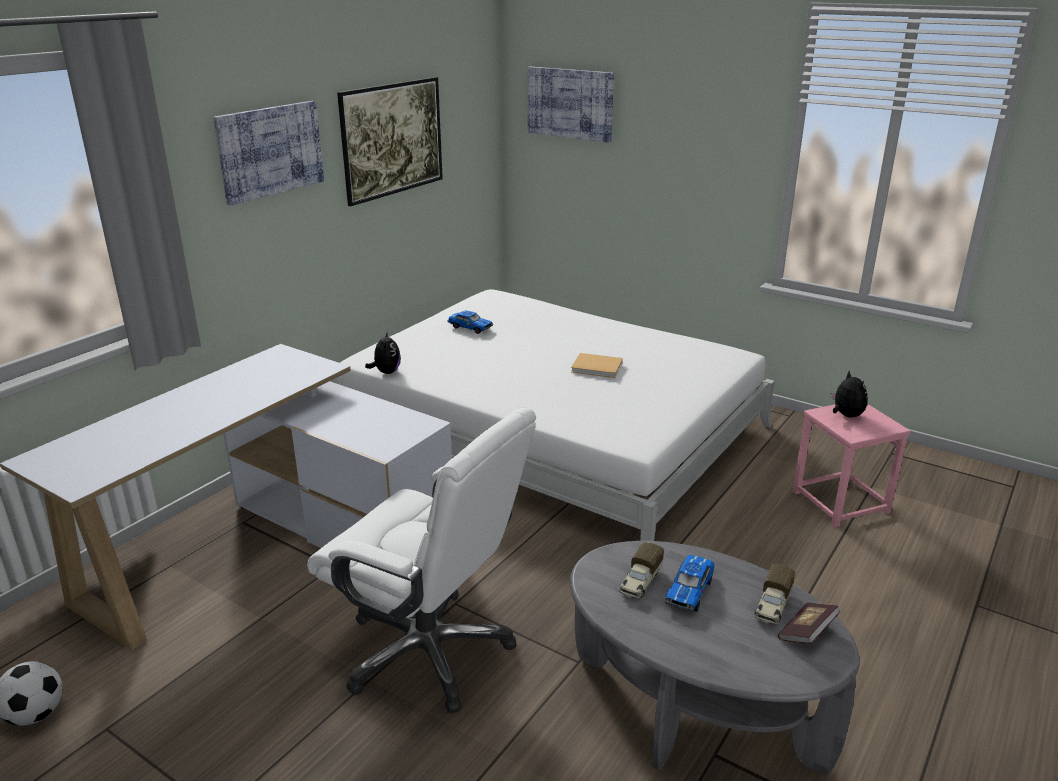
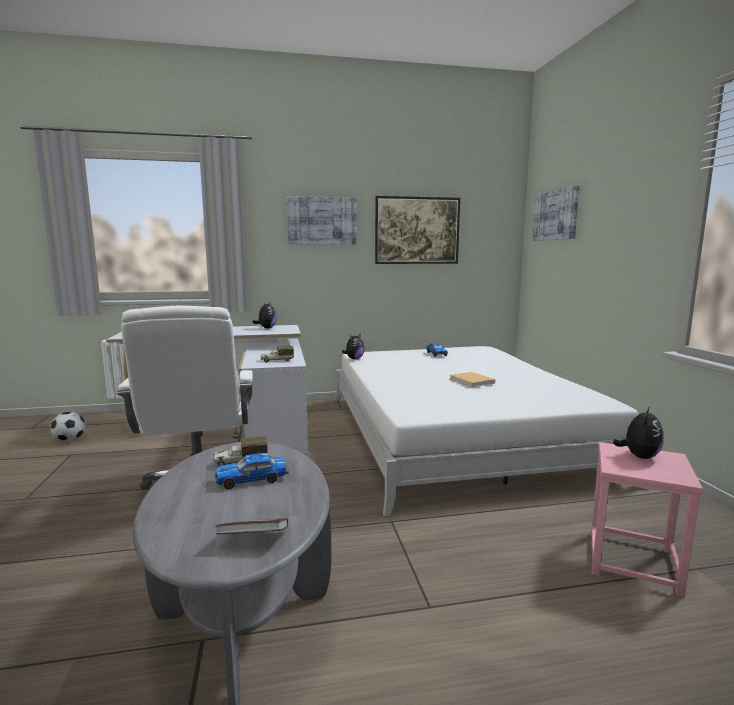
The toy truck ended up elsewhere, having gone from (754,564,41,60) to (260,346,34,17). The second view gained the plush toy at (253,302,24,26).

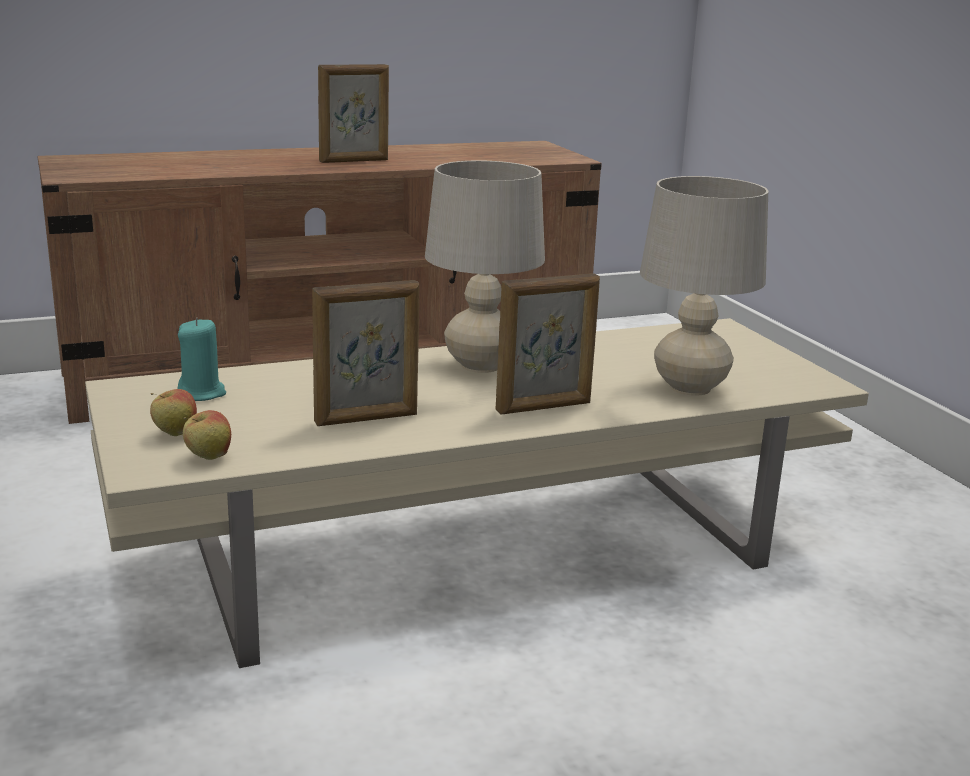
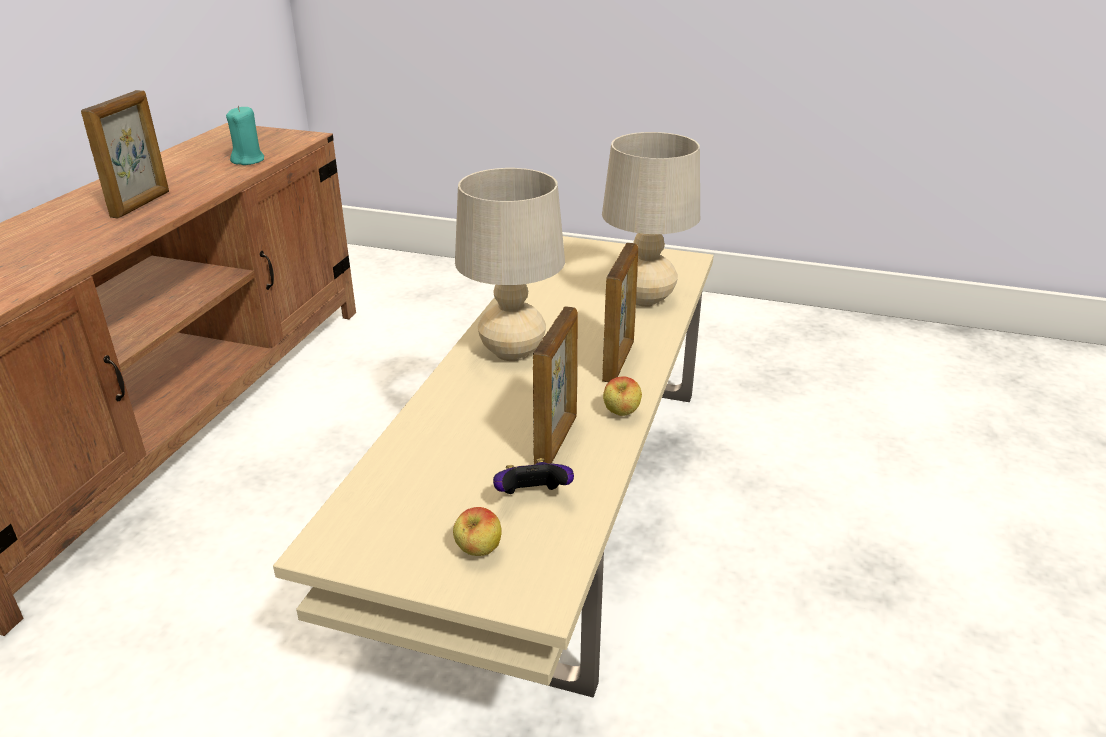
The turquoise candle ended up elsewhere, having gone from (177,318,49,83) to (226,106,38,59). The apple ended up elsewhere, having gone from (183,410,48,50) to (603,377,39,39). The second view gained the game controller at (493,458,81,36).

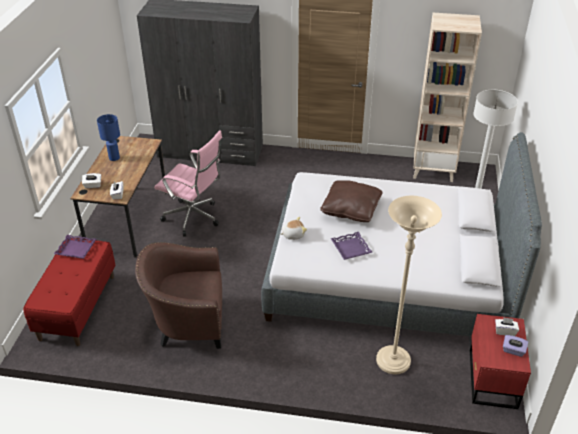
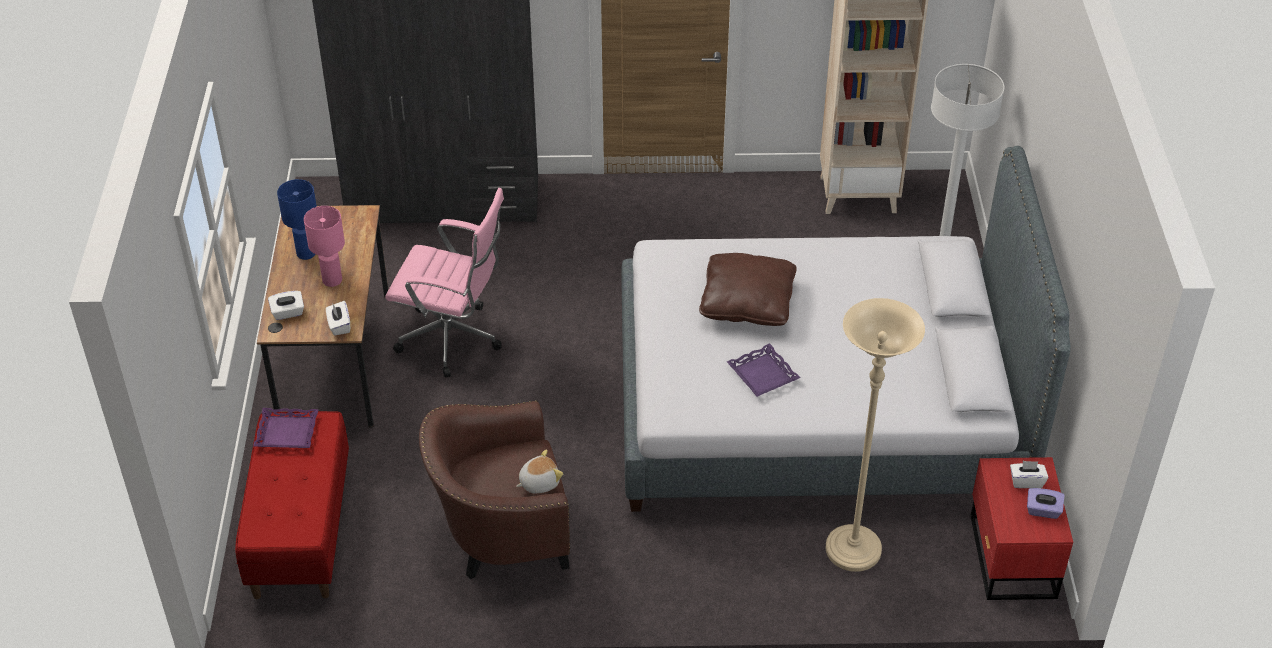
The plush toy ended up elsewhere, having gone from (280,217,27,23) to (516,449,47,44). The second view gained the pink table lamp at (304,206,41,81).

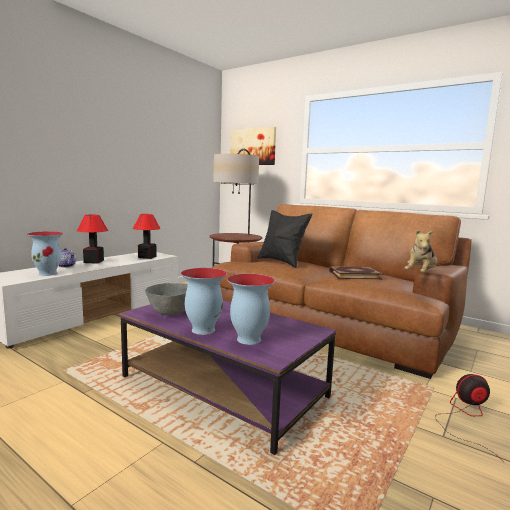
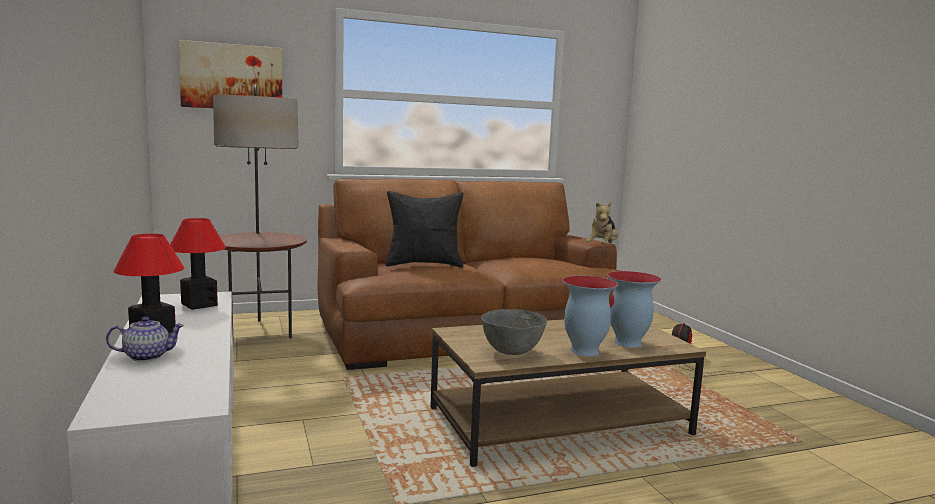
The second view lost the vase at (27,231,36,45). What was the purple coffee table at (120,300,217,155) turned into the brown coffee table at (431,319,275,148). The second view lost the book at (329,266,54,13). The plush toy at (405,230,32,43) ended up facing another way, 45 degrees clockwise from before.

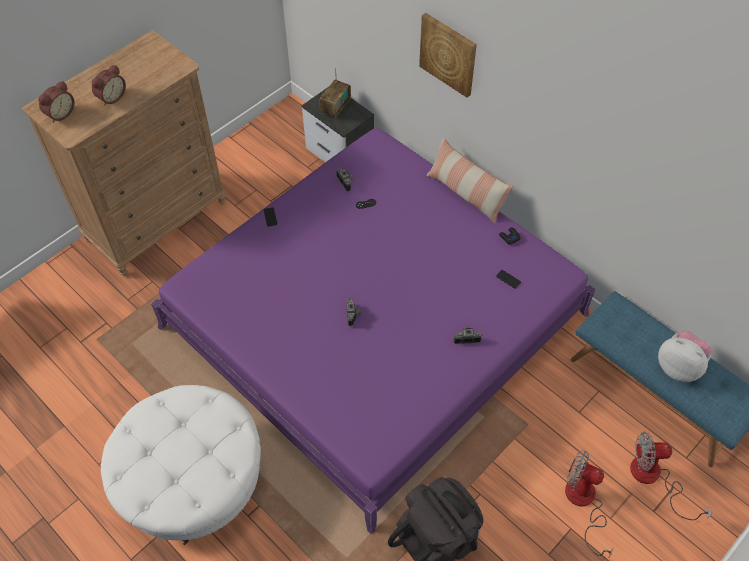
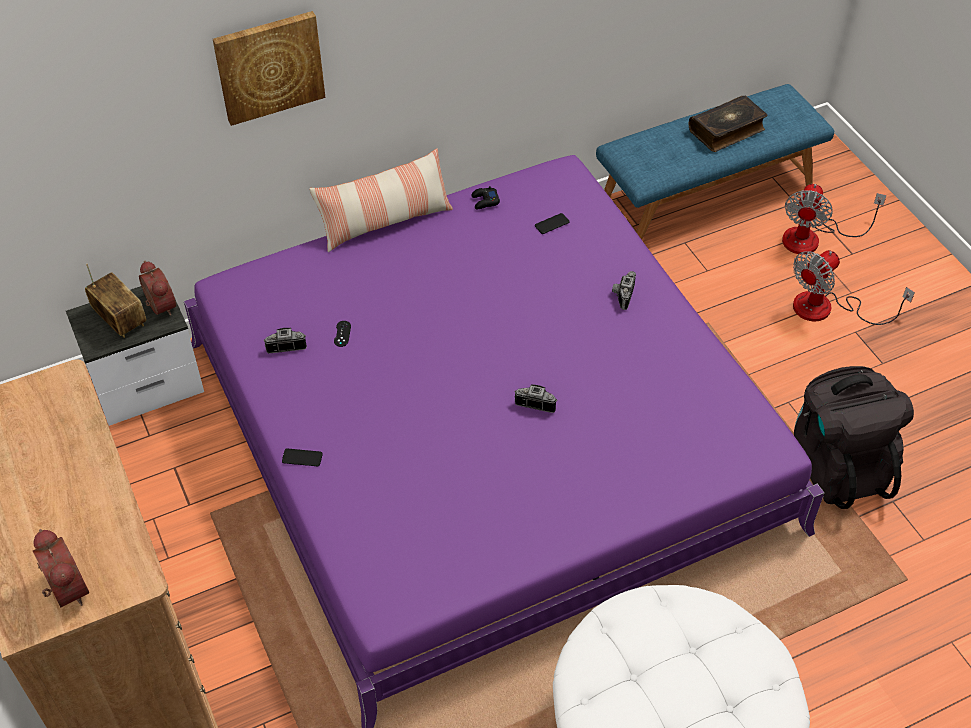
The alarm clock ended up elsewhere, having gone from (92,65,34,41) to (139,261,37,55). Where the plush toy stood at (658,331,53,51), the book came to stand at (689,96,79,56).

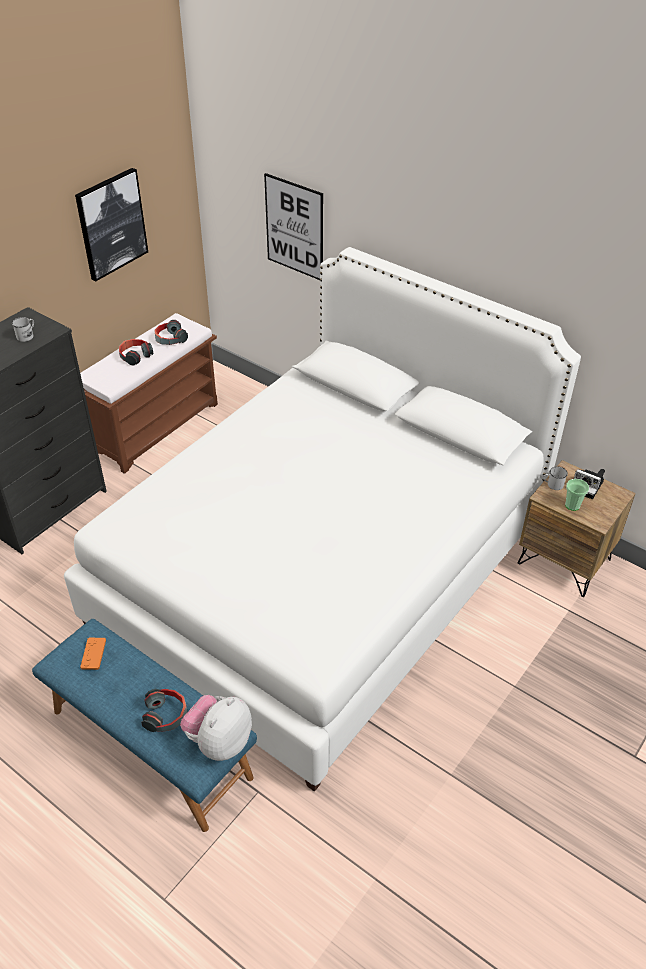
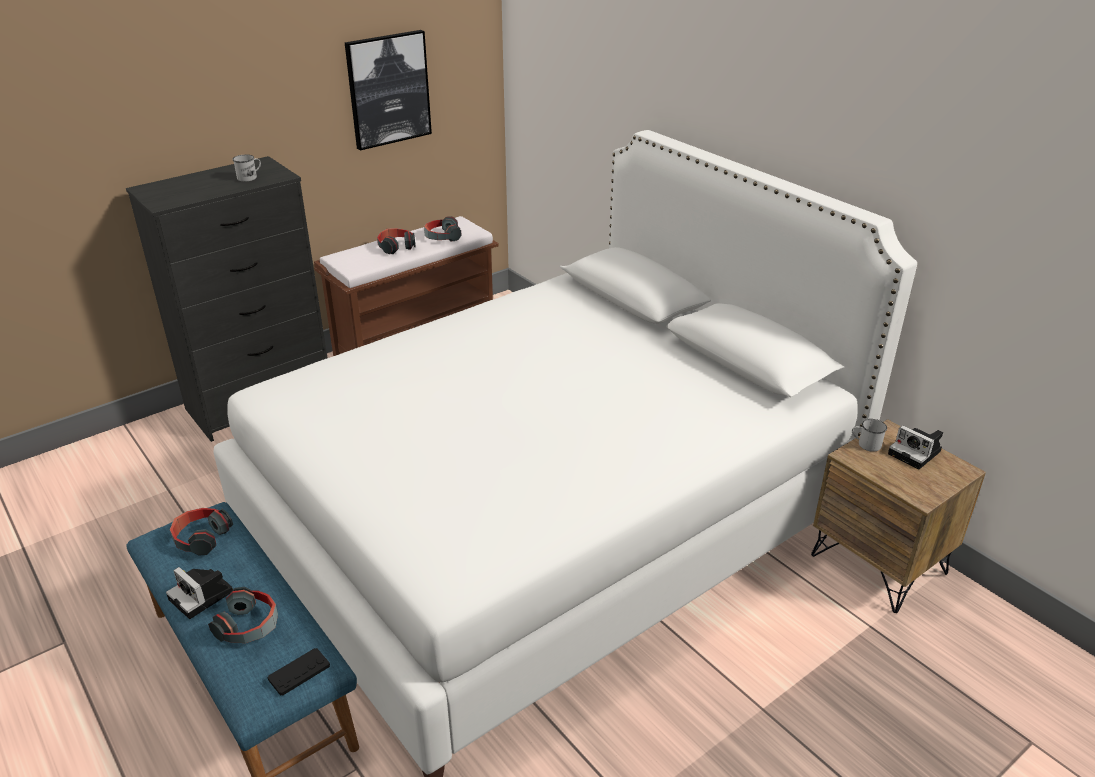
Where the orange game controller stood at (80,638,26,32), the headphones came to stand at (170,508,63,48). Where the plush toy stood at (180,695,72,66), the black game controller came to stand at (267,648,63,48). The second view lost the picture at (264,173,59,107). The second view lost the cup at (565,479,24,32). The second view gained the photo camera at (166,567,67,52).

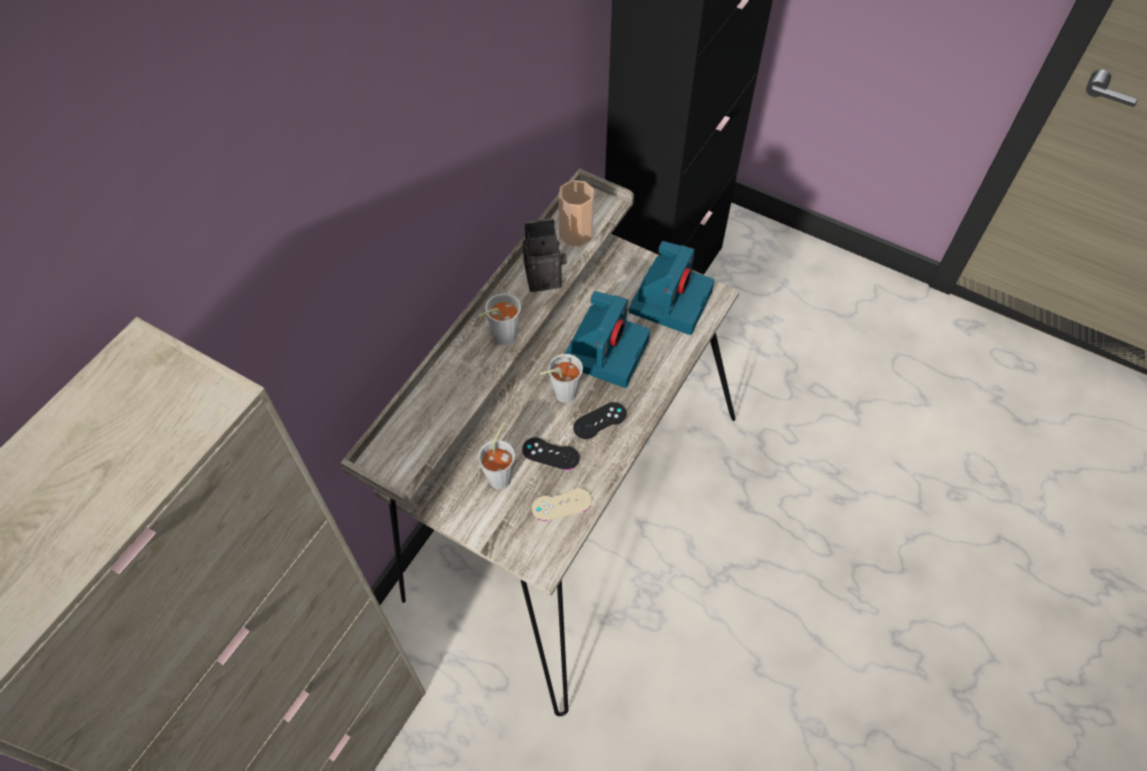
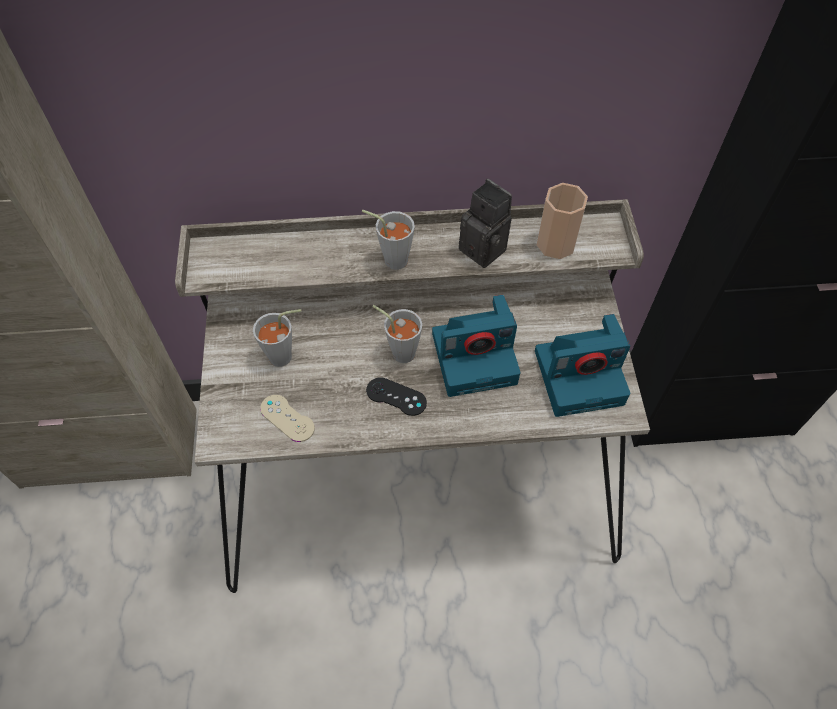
The second view lost the black game controller at (522,437,58,33).

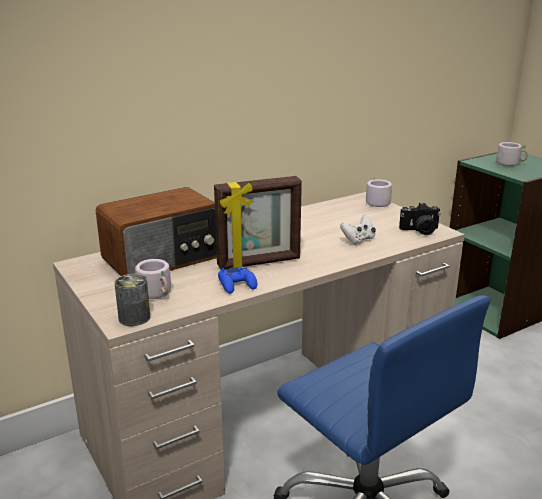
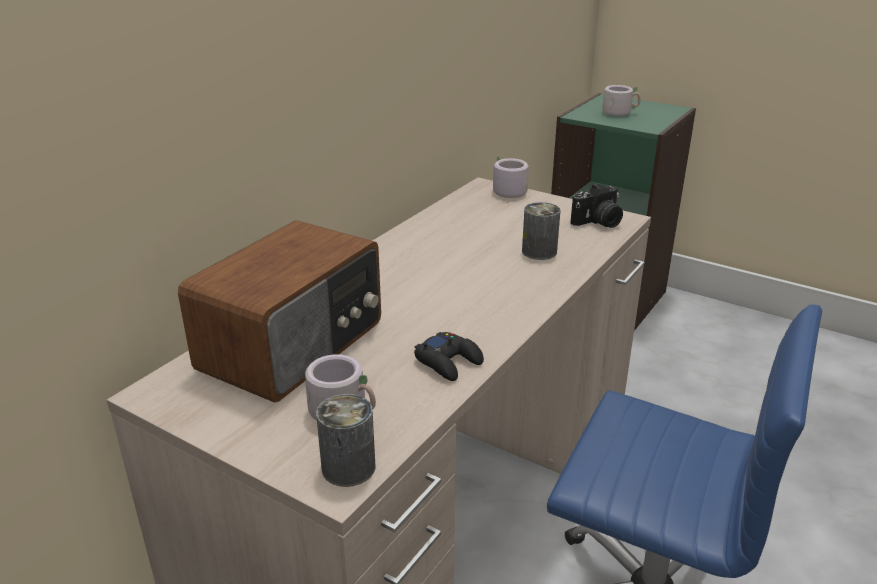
The second view lost the picture frame at (214,176,88,94). What was the blue game controller at (218,267,39,27) turned into the black game controller at (414,332,70,49). Where the white game controller stood at (340,215,36,30), the can came to stand at (522,202,39,58).

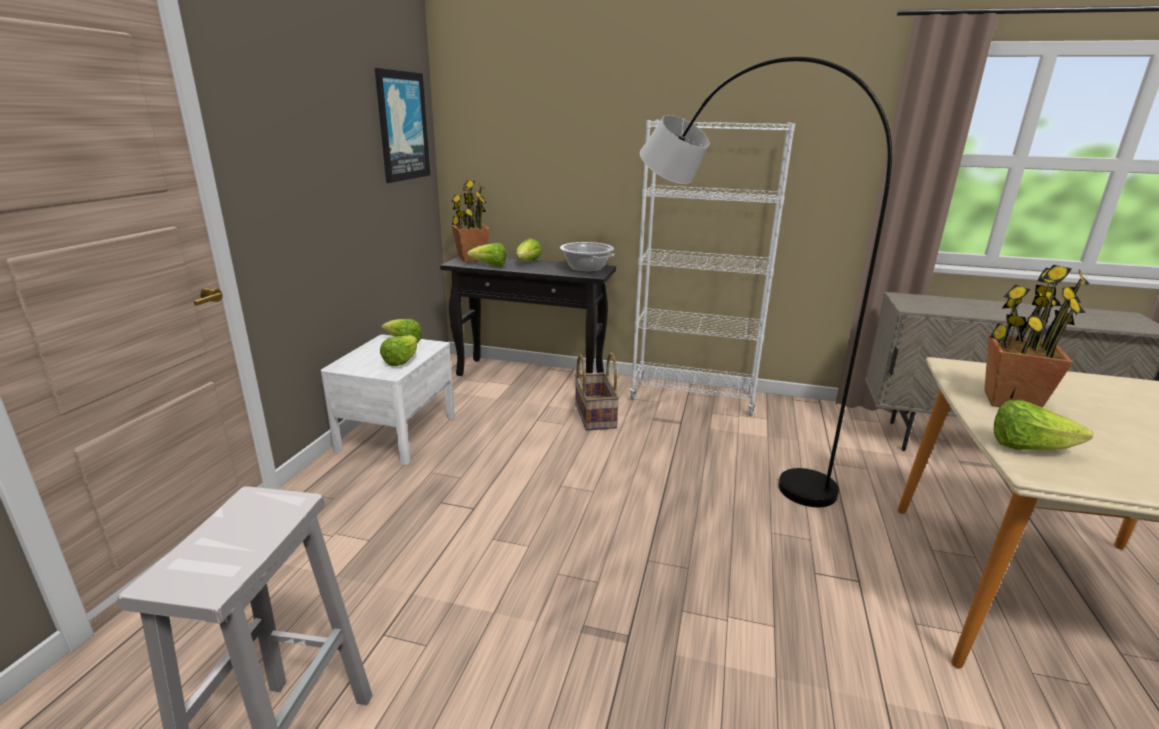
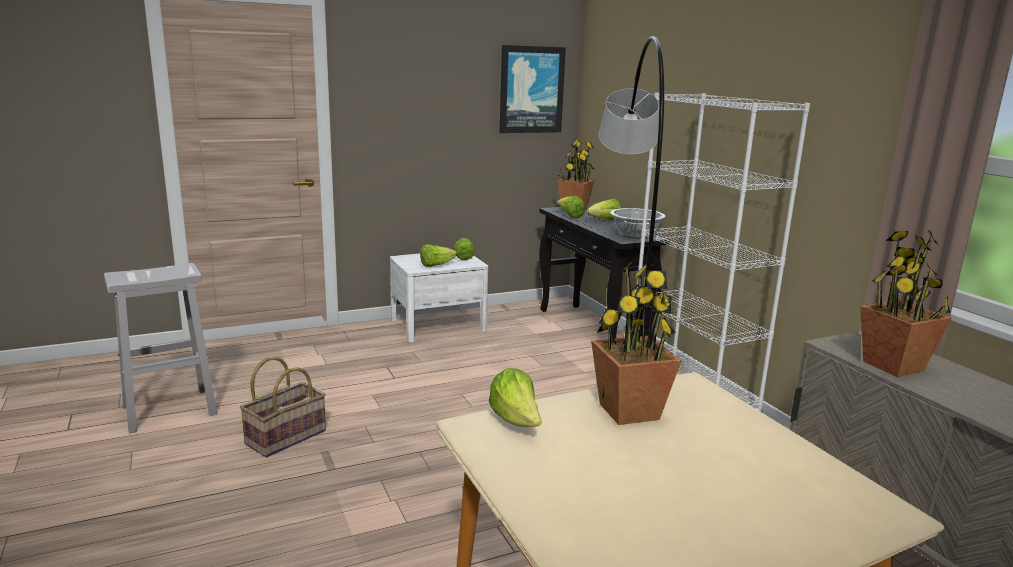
The basket ended up elsewhere, having gone from (575,353,44,78) to (240,356,86,101). The second view gained the potted plant at (860,229,91,148).

